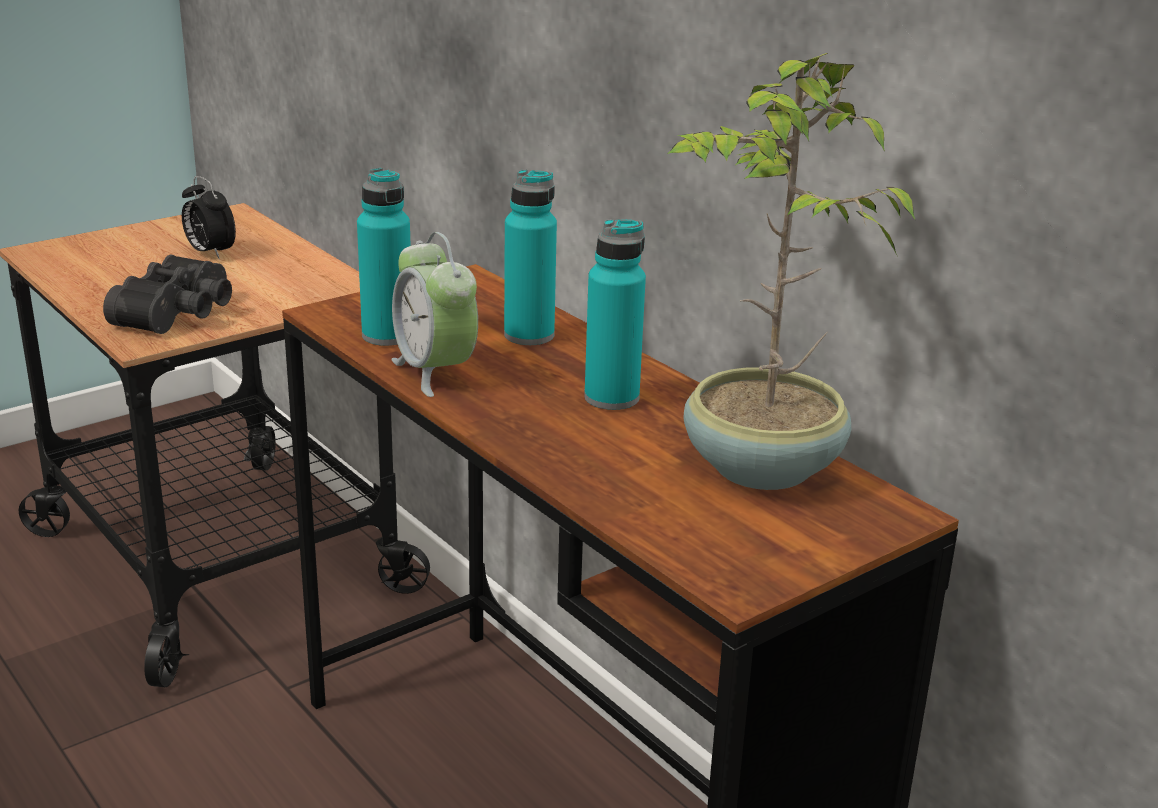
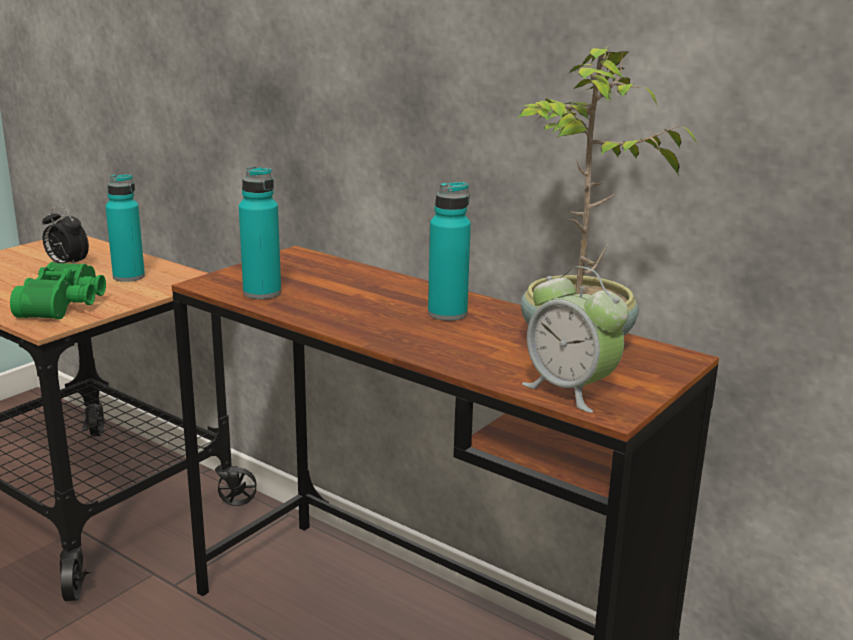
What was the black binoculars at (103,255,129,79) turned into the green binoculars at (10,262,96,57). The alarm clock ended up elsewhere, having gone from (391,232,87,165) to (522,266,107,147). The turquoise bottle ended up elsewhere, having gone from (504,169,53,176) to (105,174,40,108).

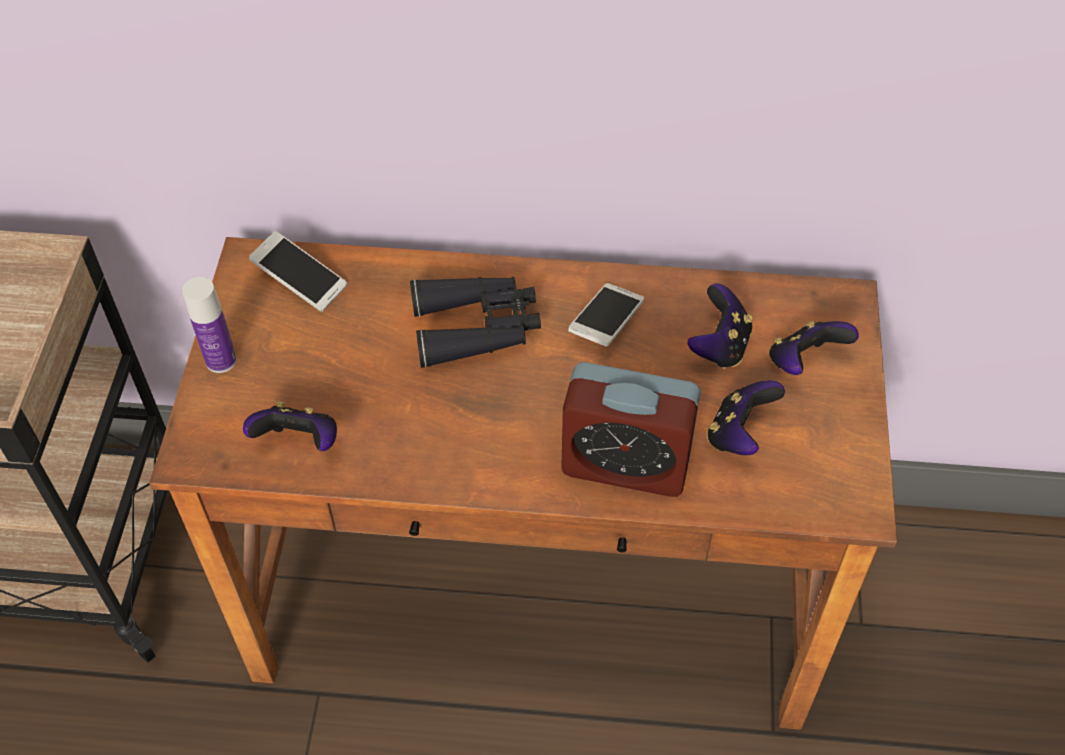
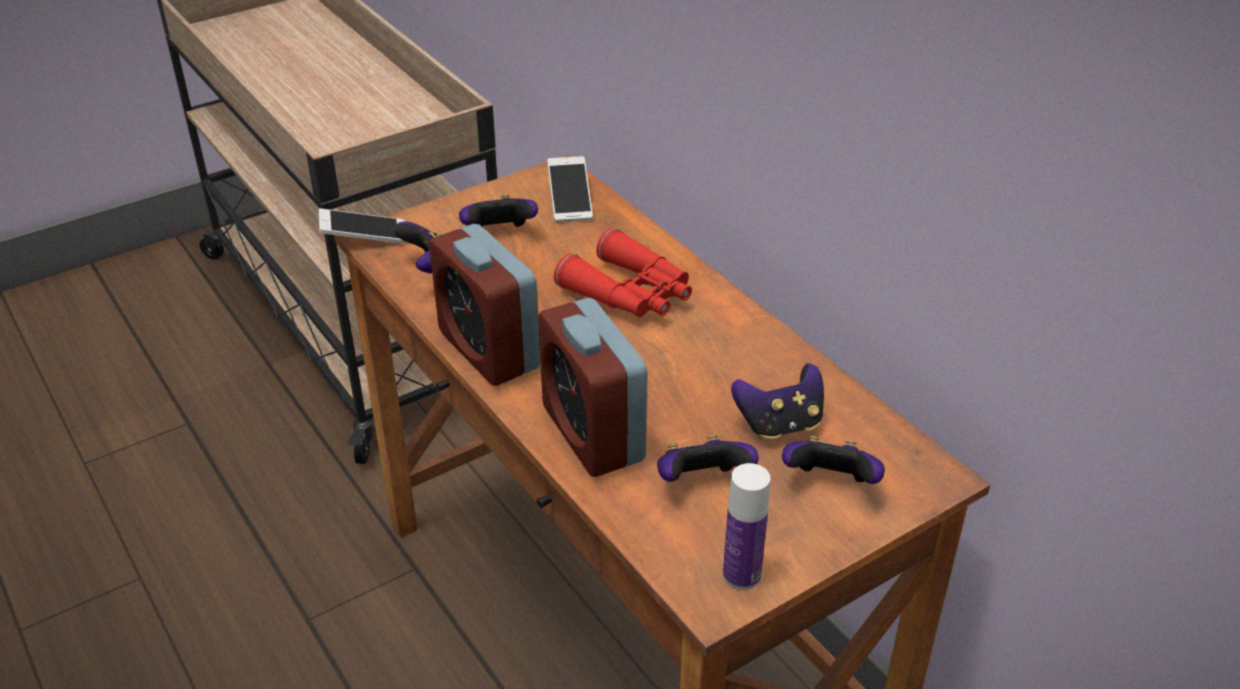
The bottle ended up elsewhere, having gone from (182,277,55,96) to (723,463,47,127). What was the black binoculars at (410,277,131,91) turned into the red binoculars at (554,228,138,89). The phone ended up elsewhere, having gone from (568,283,76,64) to (318,209,89,35). The second view gained the alarm clock at (429,224,112,162). The second view gained the game controller at (459,194,79,33).

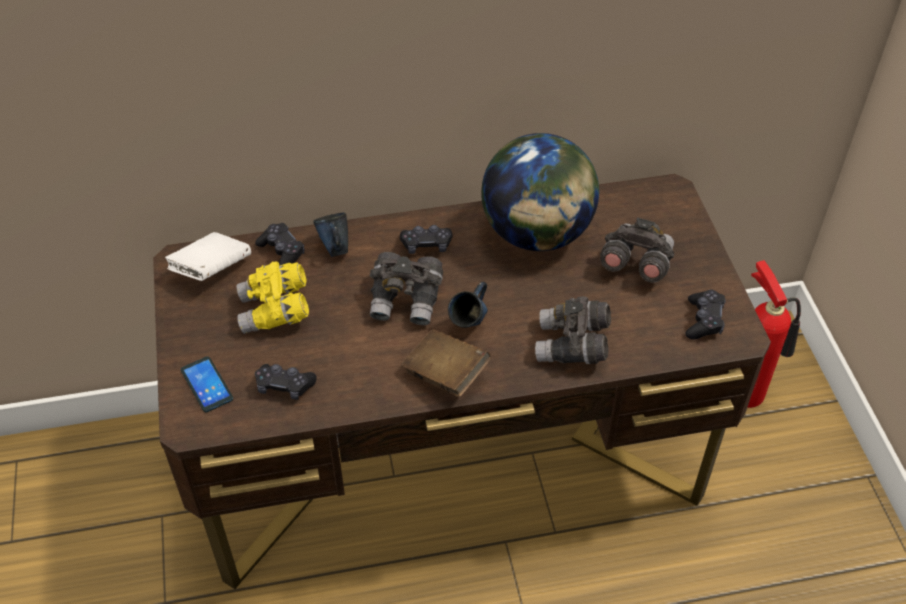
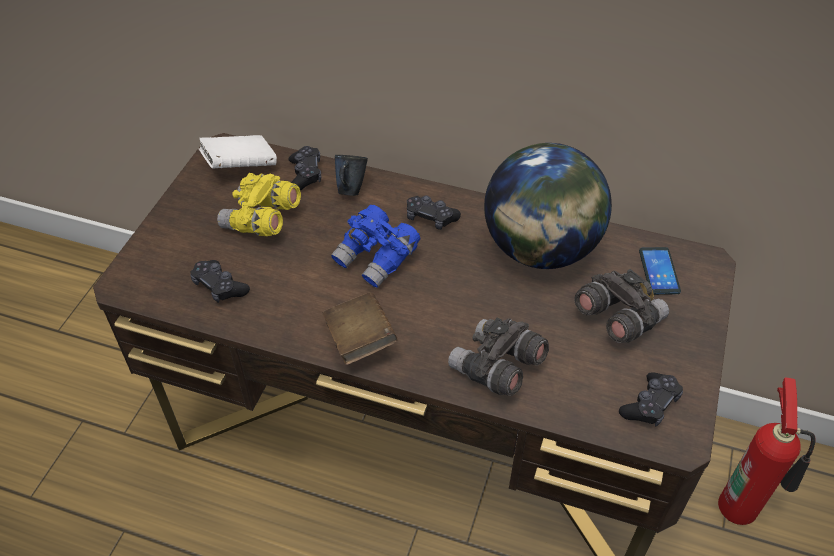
The phone ended up elsewhere, having gone from (181,357,52,55) to (639,247,42,48). What was the grey binoculars at (370,252,73,73) turned into the blue binoculars at (331,205,89,83). The second view lost the blue mug at (448,282,40,46).

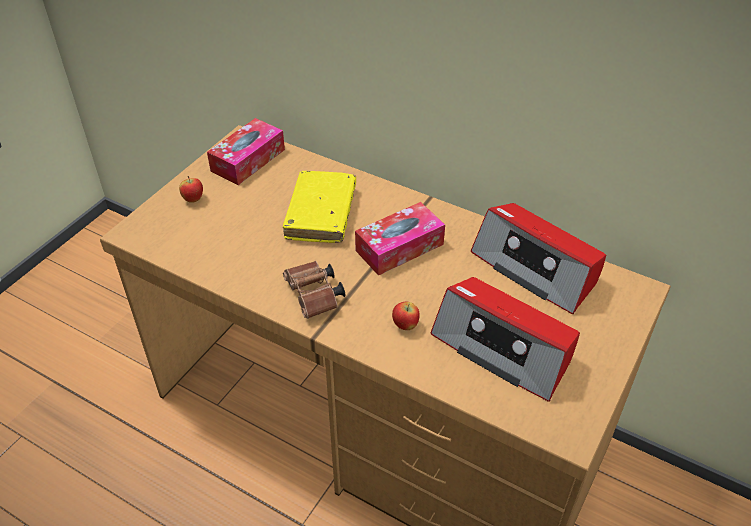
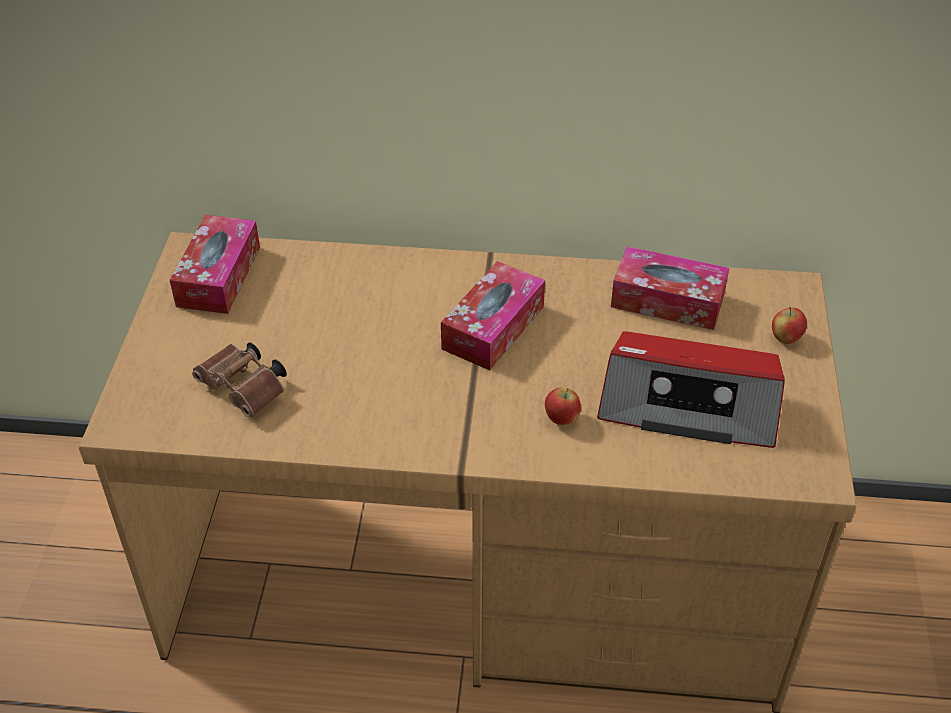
The apple ended up elsewhere, having gone from (179,176,24,27) to (772,307,35,37). The second view lost the yellow book at (283,171,73,72). The brown binoculars ended up elsewhere, having gone from (283,261,62,58) to (192,342,95,75). Where the radio stood at (471,203,135,111), the tissue box came to stand at (611,246,118,84).

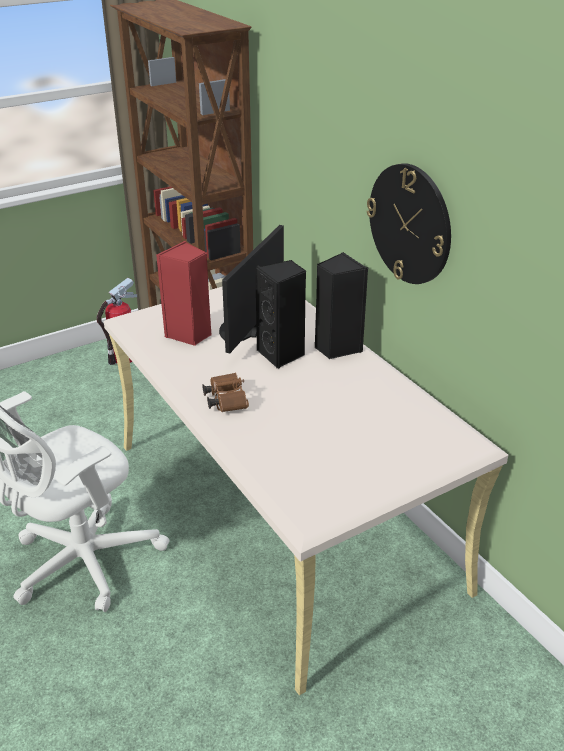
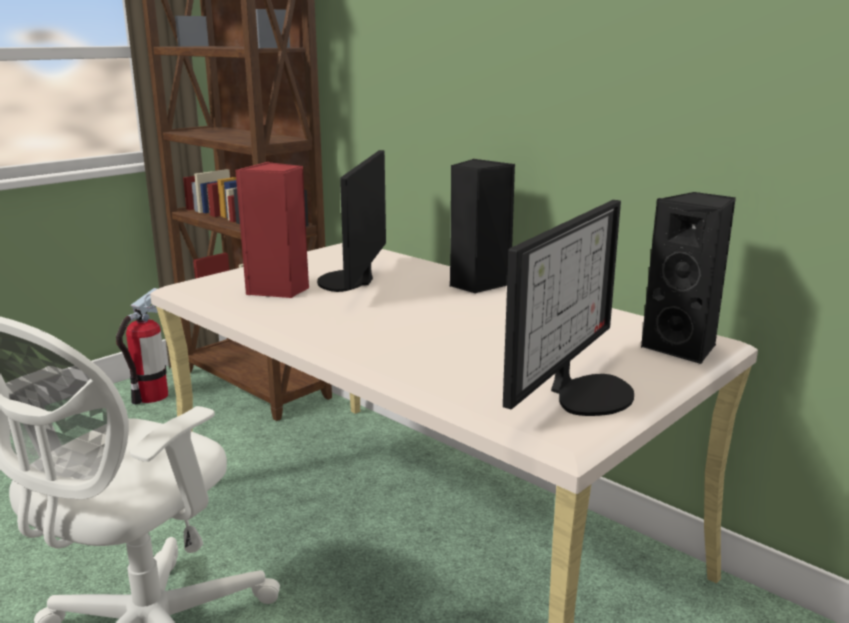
The second view lost the brown binoculars at (202,373,47,39). The black speaker ended up elsewhere, having gone from (255,260,51,109) to (641,192,95,172). The second view lost the wall clock at (367,163,84,121). The second view gained the monitor at (503,200,131,216).

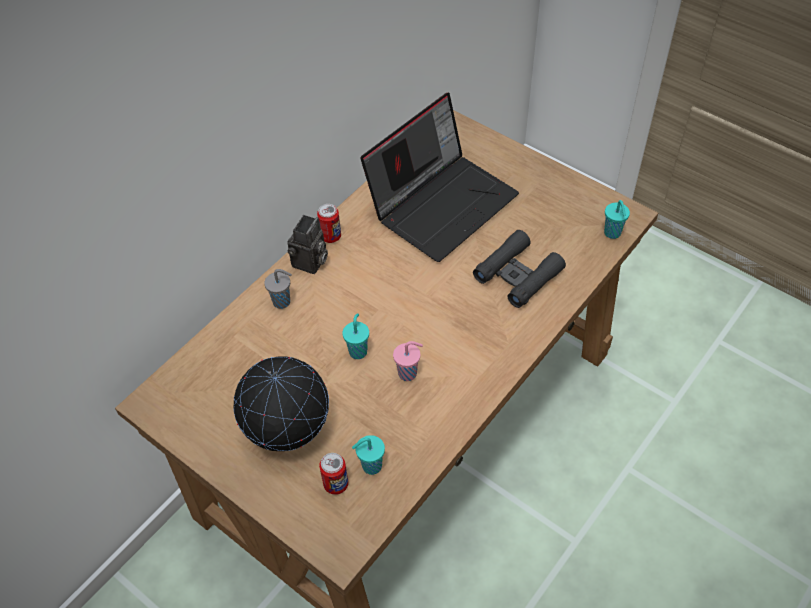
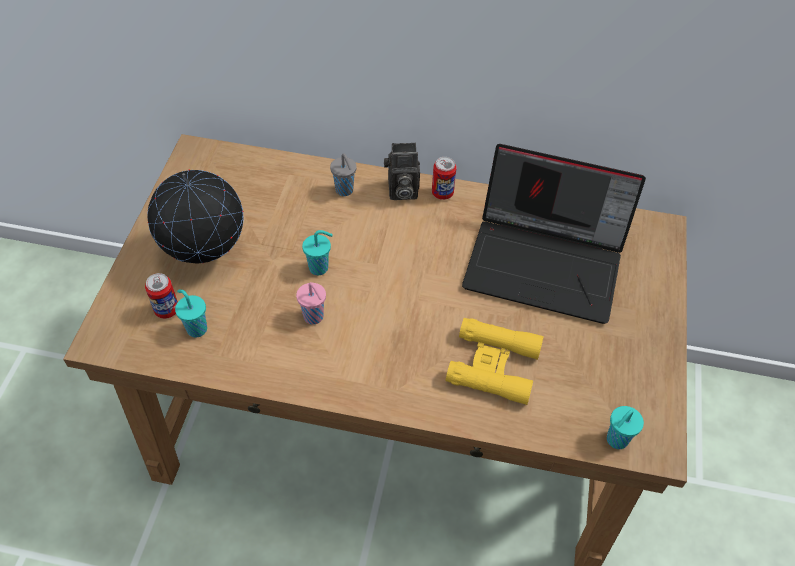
What was the black binoculars at (473,230,93,78) turned into the yellow binoculars at (446,318,98,87).

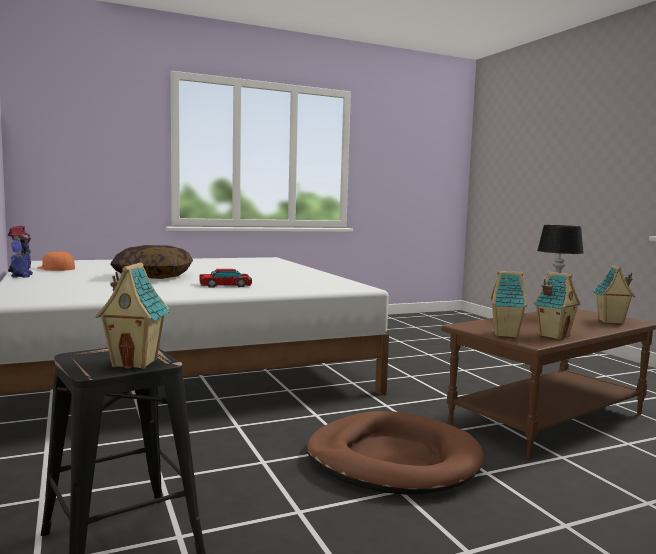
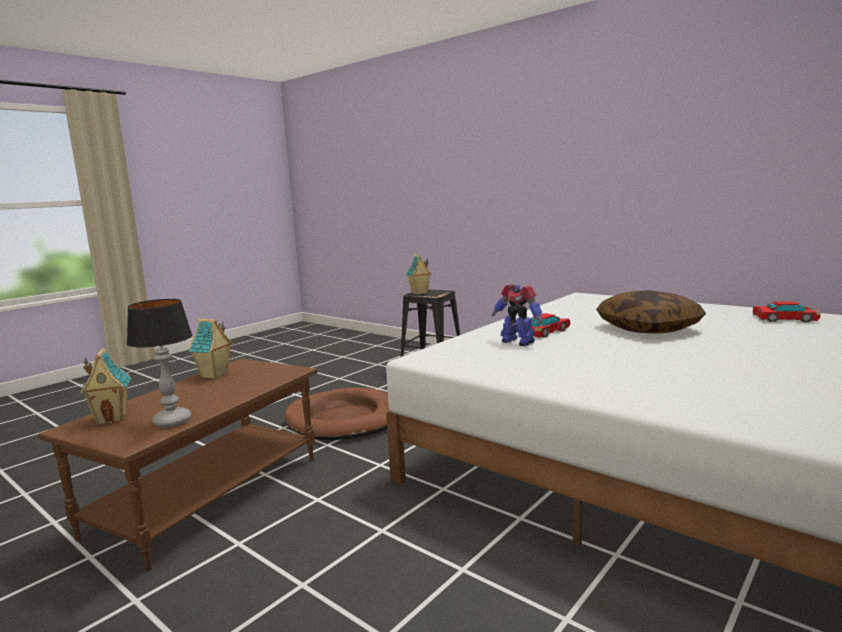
The toy robot ended up elsewhere, having gone from (8,226,25,52) to (492,284,50,62). Where the orange cap stood at (37,251,38,20), the toy car came to stand at (753,301,68,21). The second view lost the toy house at (491,271,36,67).

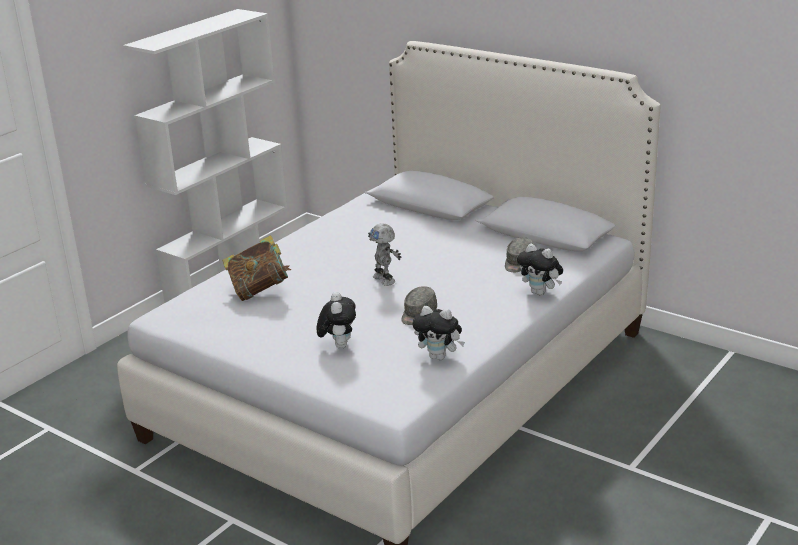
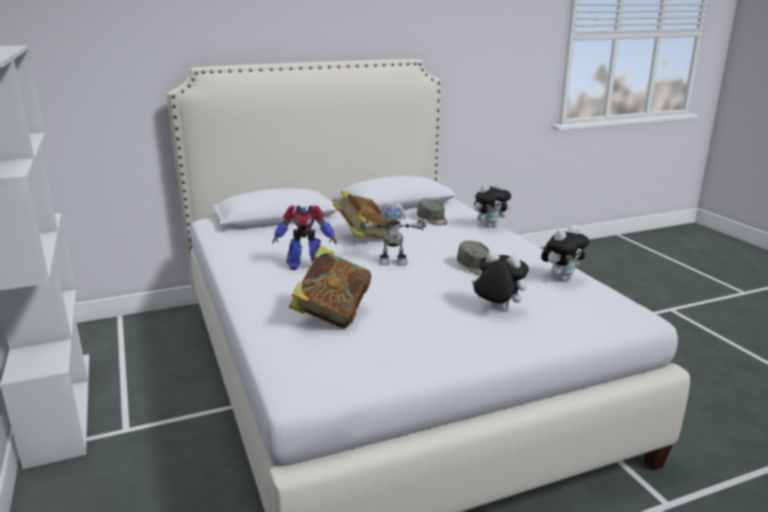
The second view gained the toy robot at (272,205,65,65). The second view gained the book at (333,190,56,50).

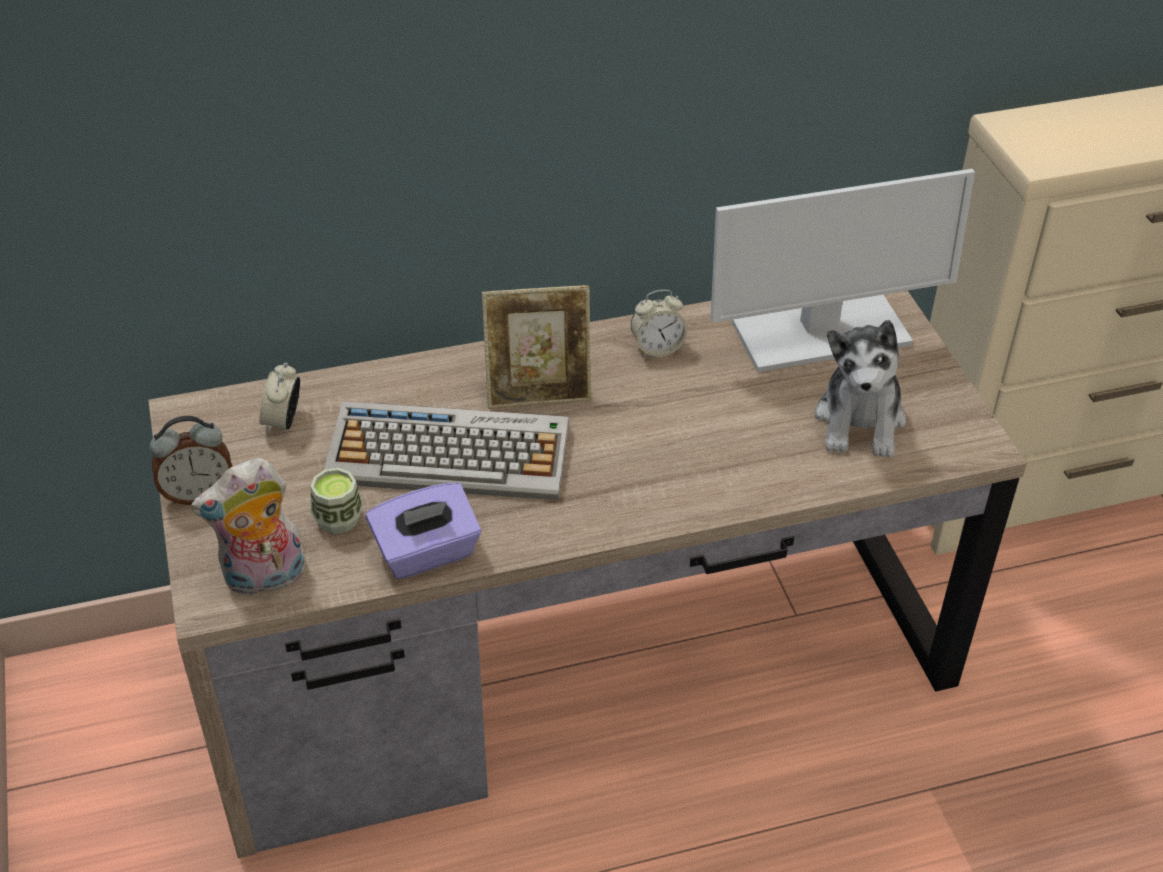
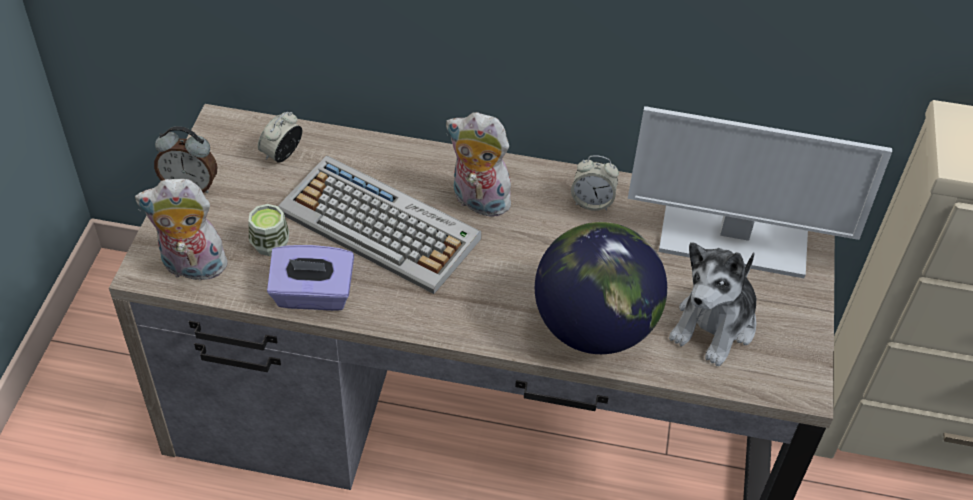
Where the picture frame stood at (482,285,110,124), the plush toy came to stand at (446,112,72,105). The second view gained the globe at (535,222,132,132).

